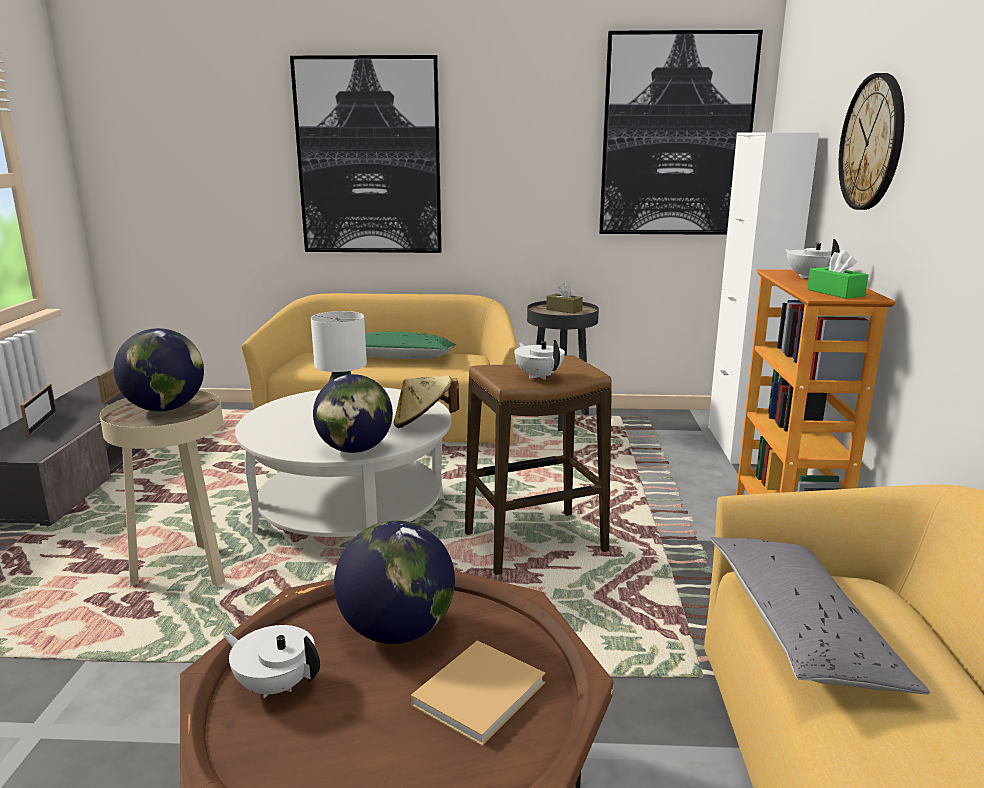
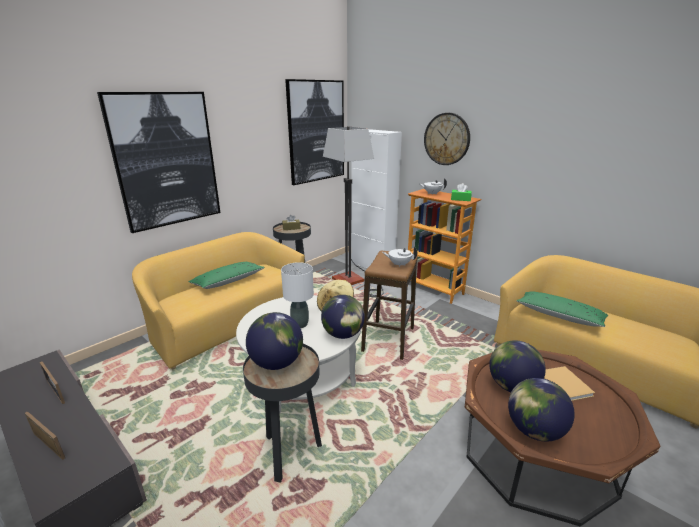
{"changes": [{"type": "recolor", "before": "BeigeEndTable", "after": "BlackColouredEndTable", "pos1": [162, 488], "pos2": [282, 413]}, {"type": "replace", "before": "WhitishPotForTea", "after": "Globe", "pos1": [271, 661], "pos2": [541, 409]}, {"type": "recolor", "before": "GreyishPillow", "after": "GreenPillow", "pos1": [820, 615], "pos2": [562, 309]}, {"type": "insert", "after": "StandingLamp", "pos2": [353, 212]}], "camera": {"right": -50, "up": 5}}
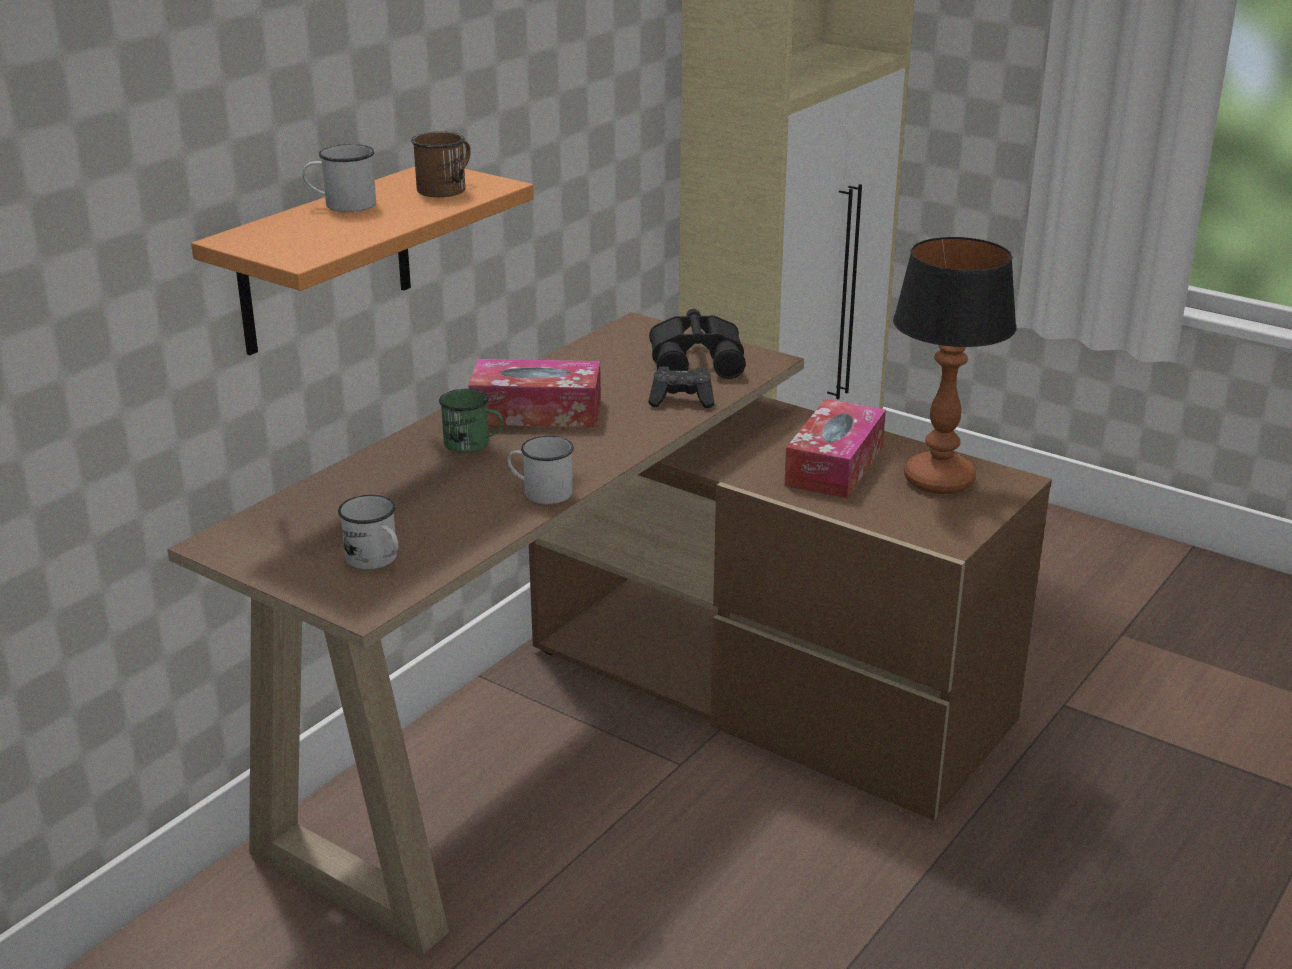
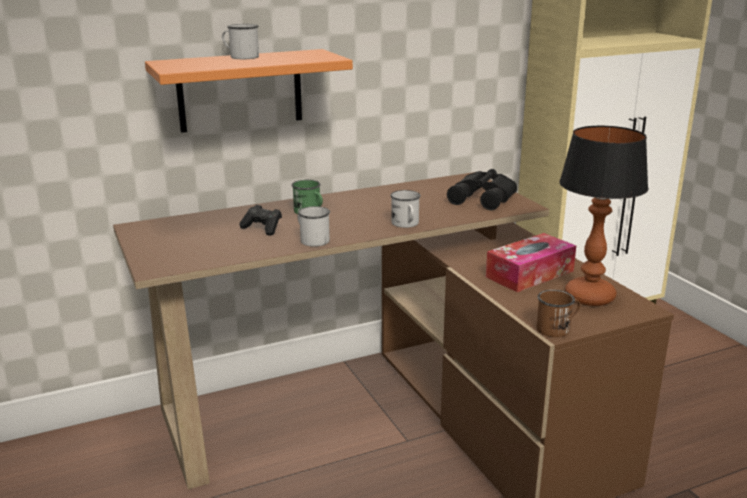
{"changes": [{"type": "move", "before": "WhitishCoffeeMug", "pos1": [368, 532], "pos2": [405, 209]}, {"type": "move", "before": "BrownCoffeeMug", "pos1": [441, 164], "pos2": [558, 313]}, {"type": "delete", "before": "TissueHolder", "pos1": [534, 393]}, {"type": "move", "before": "BlackColouredGamepad", "pos1": [681, 387], "pos2": [261, 220]}], "camera": {"right": 30, "up": -5}}
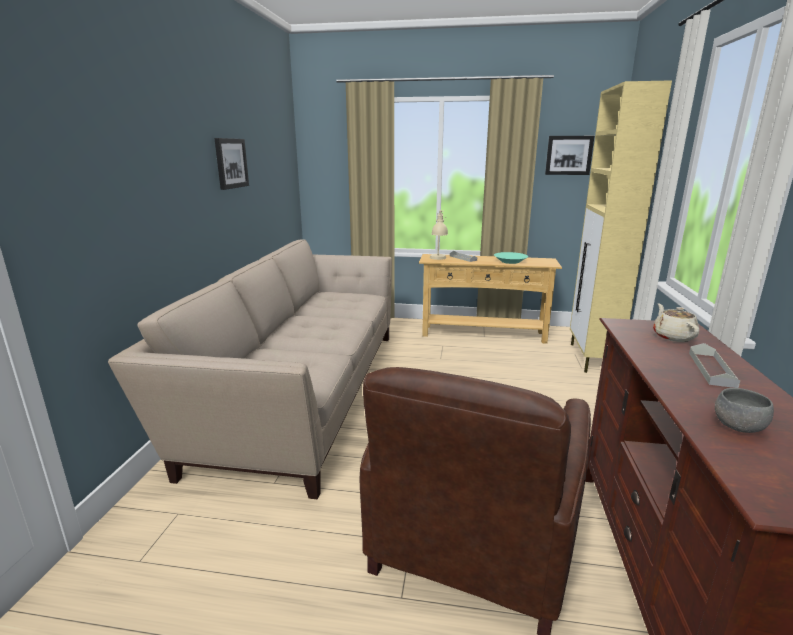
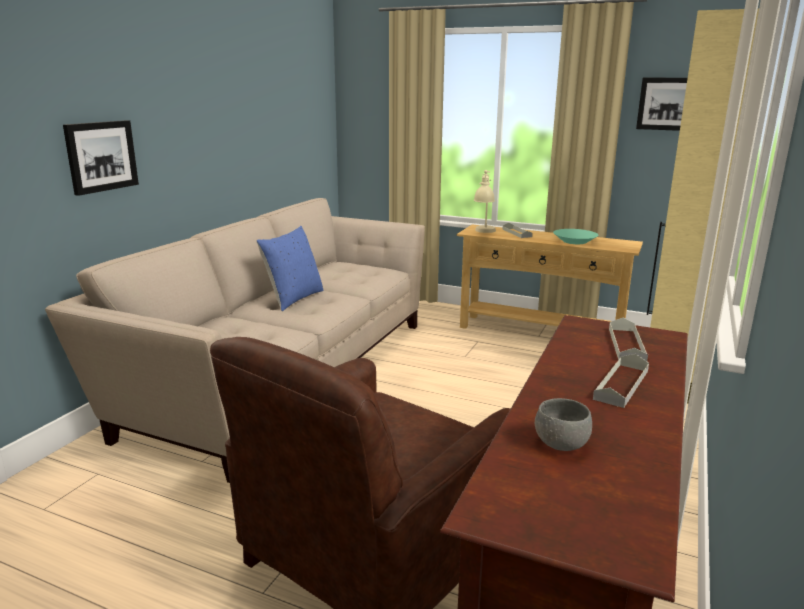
{"changes": [{"type": "move", "before": "WallArt", "pos1": [231, 164], "pos2": [101, 158]}, {"type": "replace", "before": "BeigePotForTea", "after": "GreyishTray", "pos1": [676, 322], "pos2": [628, 339]}, {"type": "insert", "after": "BluishPillow", "pos2": [290, 268]}], "camera": {"right": 15, "up": 0}}
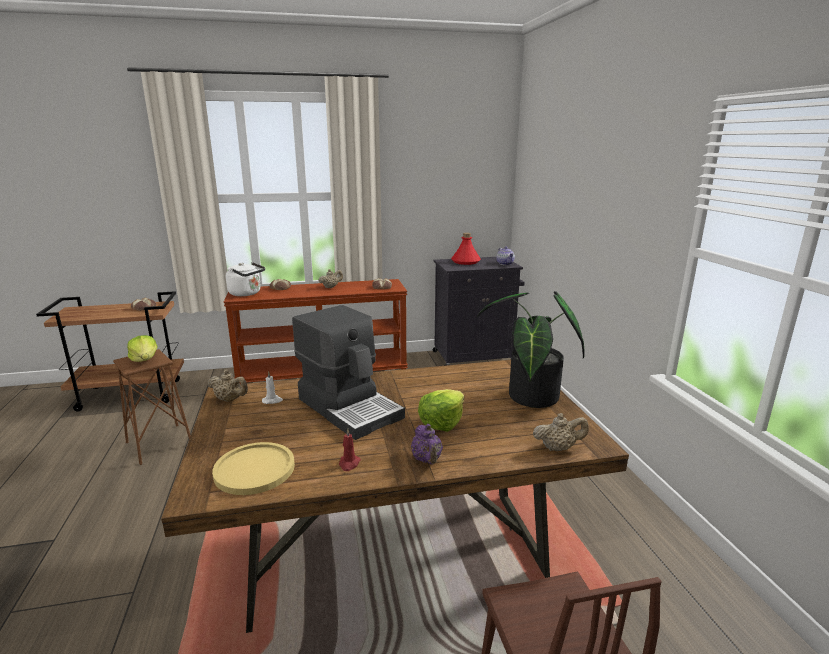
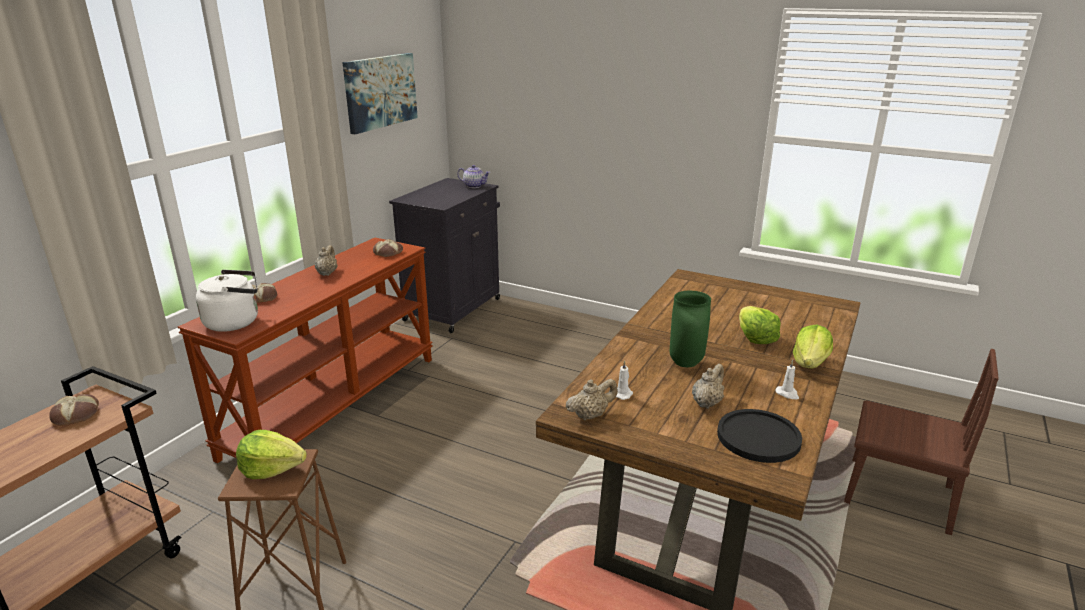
{"changes": [{"type": "recolor", "before": "YellowColouredDinnerPlate", "after": "BlackColouredDinnerPlate", "pos1": [253, 468], "pos2": [759, 436]}, {"type": "replace", "before": "CoffeeBrewer", "after": "GreenDecorativeVase", "pos1": [348, 372], "pos2": [690, 329]}, {"type": "recolor", "before": "ReddishCandle", "after": "WhitishCandle", "pos1": [350, 449], "pos2": [787, 379]}, {"type": "replace", "before": "PurpleColouredPotForTea", "after": "LettuceHead", "pos1": [427, 444], "pos2": [813, 346]}, {"type": "delete", "before": "ReddishBeverageBottle", "pos1": [466, 248]}, {"type": "delete", "before": "PottedPlant", "pos1": [530, 349]}, {"type": "move", "before": "BeigePotForTea", "pos1": [561, 432], "pos2": [708, 386]}, {"type": "insert", "after": "WallArt", "pos2": [380, 93]}], "camera": {"right": -50, "up": 5}}
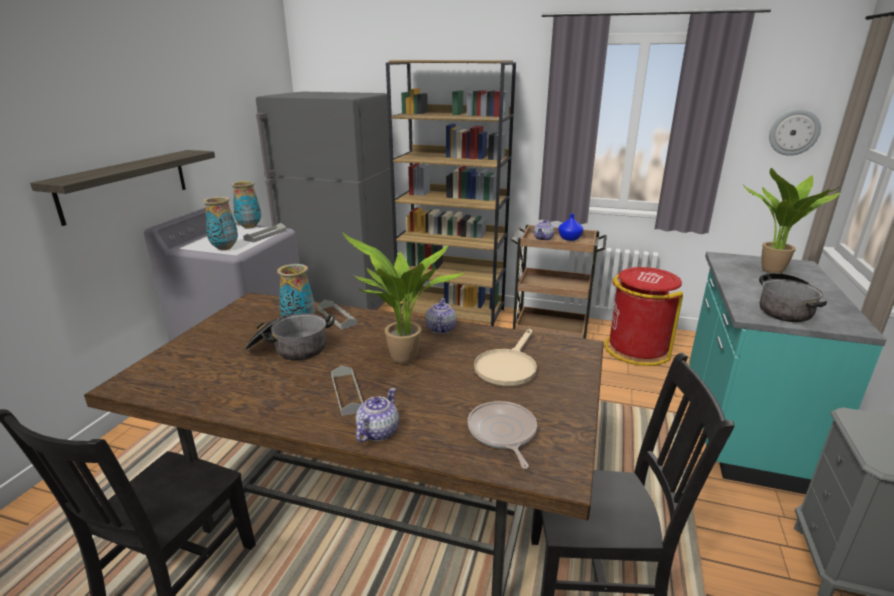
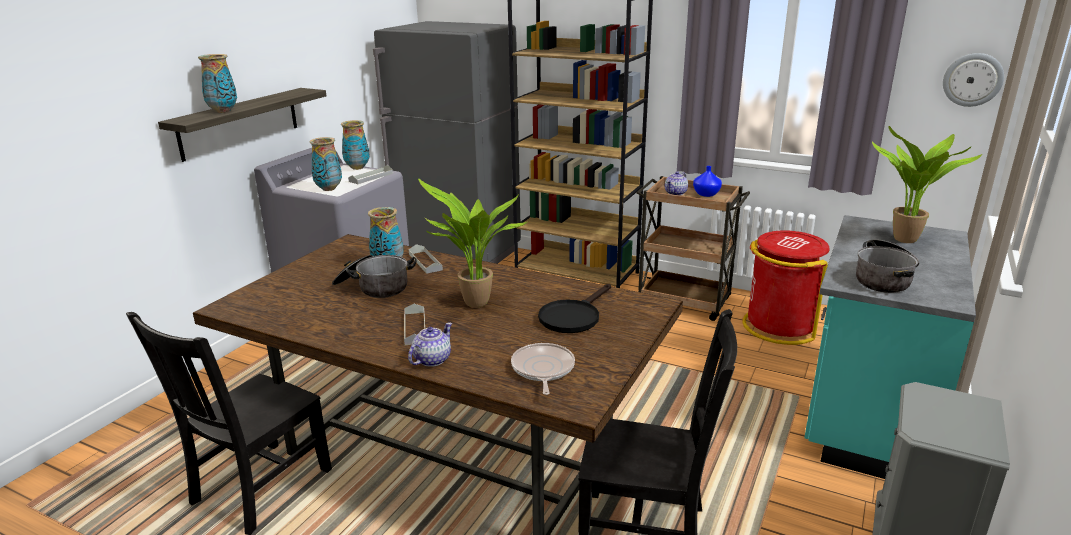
{"changes": [{"type": "delete", "before": "PotForTea", "pos1": [441, 316]}, {"type": "recolor", "before": "BeigeSkillet", "after": "BlackColouredSkillet", "pos1": [505, 357], "pos2": [574, 308]}, {"type": "insert", "after": "DecorativeVase", "pos2": [217, 83]}], "camera": {"right": 10, "up": 0}}
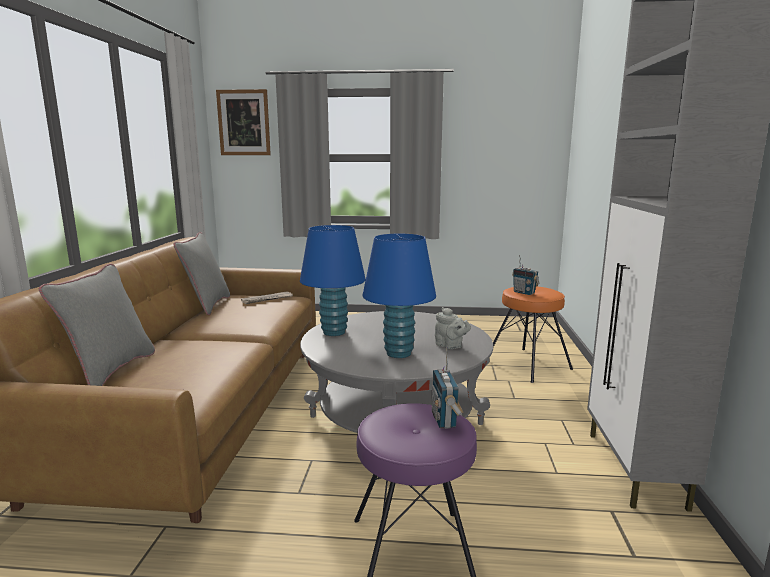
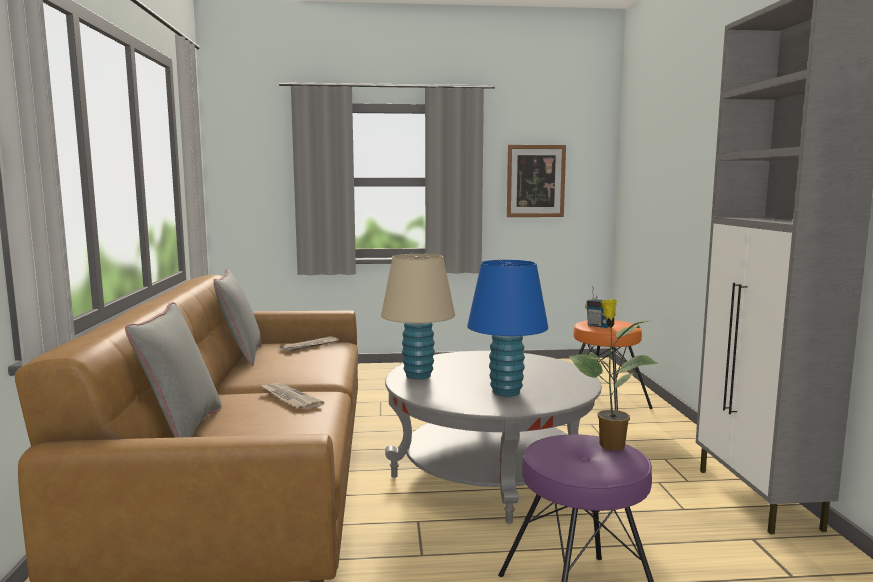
{"changes": [{"type": "move", "before": "WallArt", "pos1": [243, 122], "pos2": [536, 181]}, {"type": "recolor", "before": "BluishTableLamp", "after": "BeigeTableLamp", "pos1": [333, 280], "pos2": [418, 316]}, {"type": "replace", "before": "RadioReceiver", "after": "PottedPlant", "pos1": [448, 388], "pos2": [613, 375]}, {"type": "delete", "before": "GreyishPotForTea", "pos1": [453, 328]}, {"type": "insert", "after": "DailyPaper", "pos2": [292, 396]}], "camera": {"right": -10, "up": -5}}
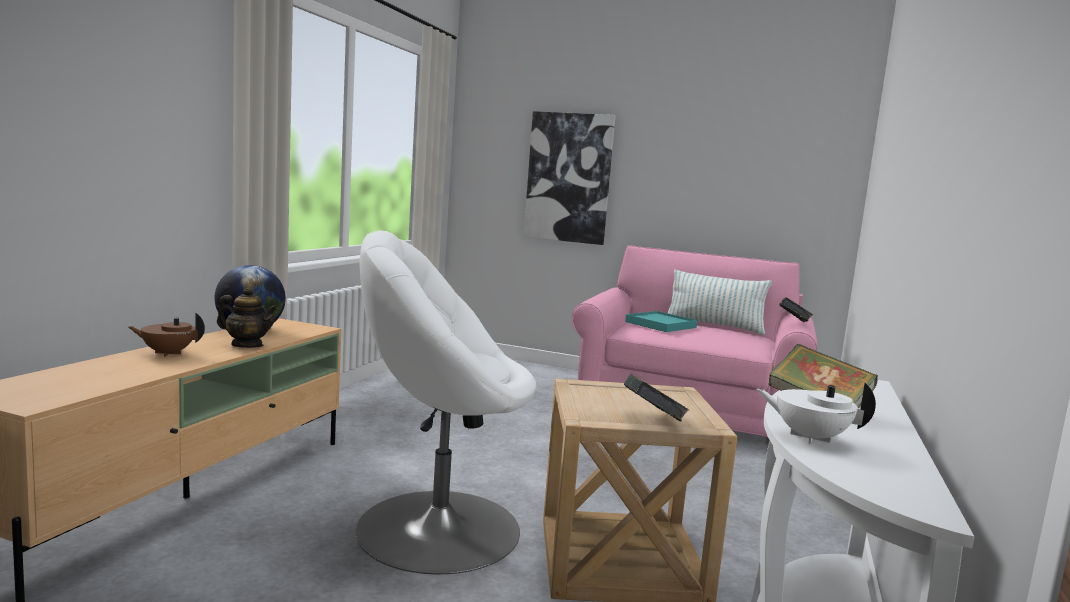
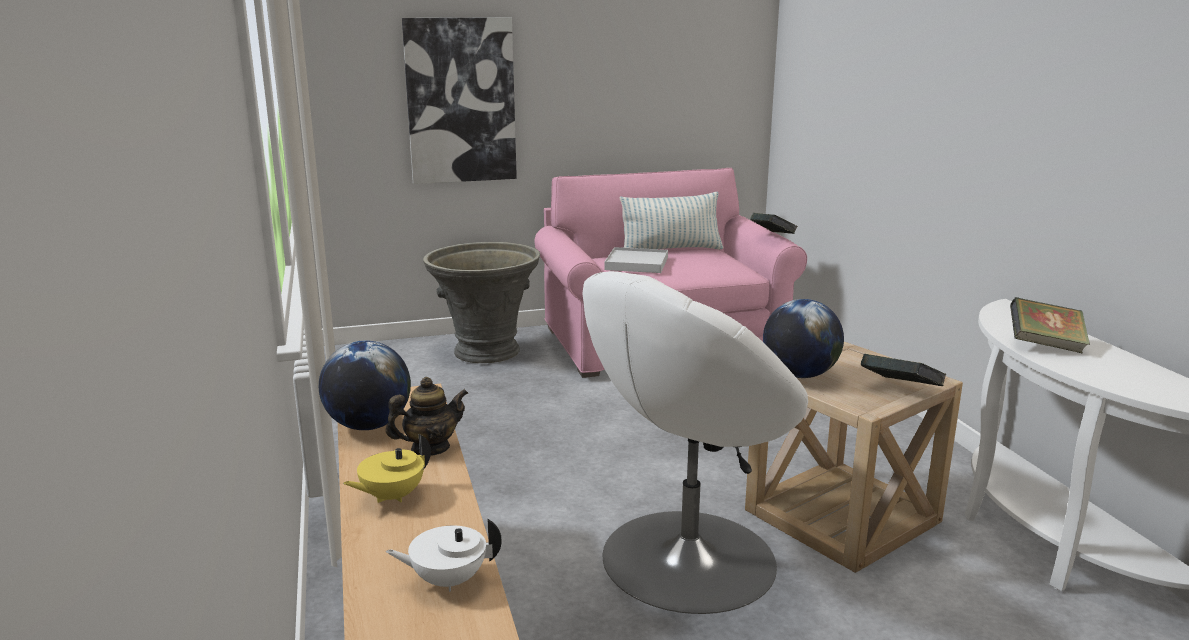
{"changes": [{"type": "recolor", "before": "BrownPotForTea", "after": "YellowColouredPotForTea", "pos1": [167, 335], "pos2": [387, 468]}, {"type": "recolor", "before": "TurquoiseTray", "after": "WhitishTray", "pos1": [661, 321], "pos2": [636, 260]}, {"type": "move", "before": "WhitishPotForTea", "pos1": [816, 413], "pos2": [444, 555]}, {"type": "insert", "after": "GreyishPlanter", "pos2": [481, 302]}, {"type": "insert", "after": "Globe", "pos2": [803, 338]}], "camera": {"right": -35, "up": 10}}
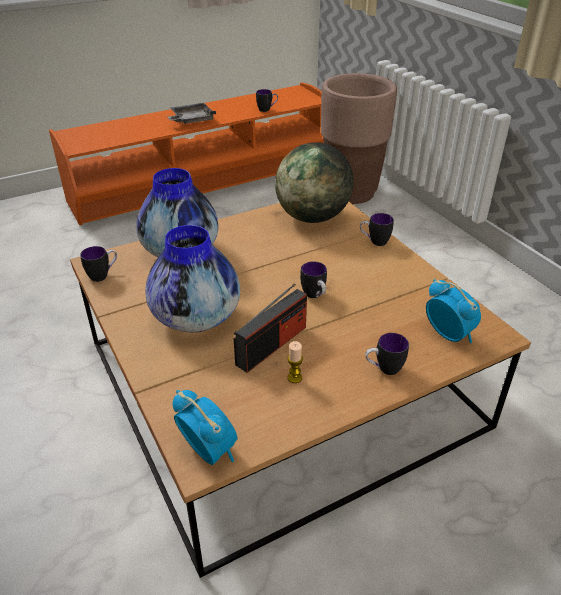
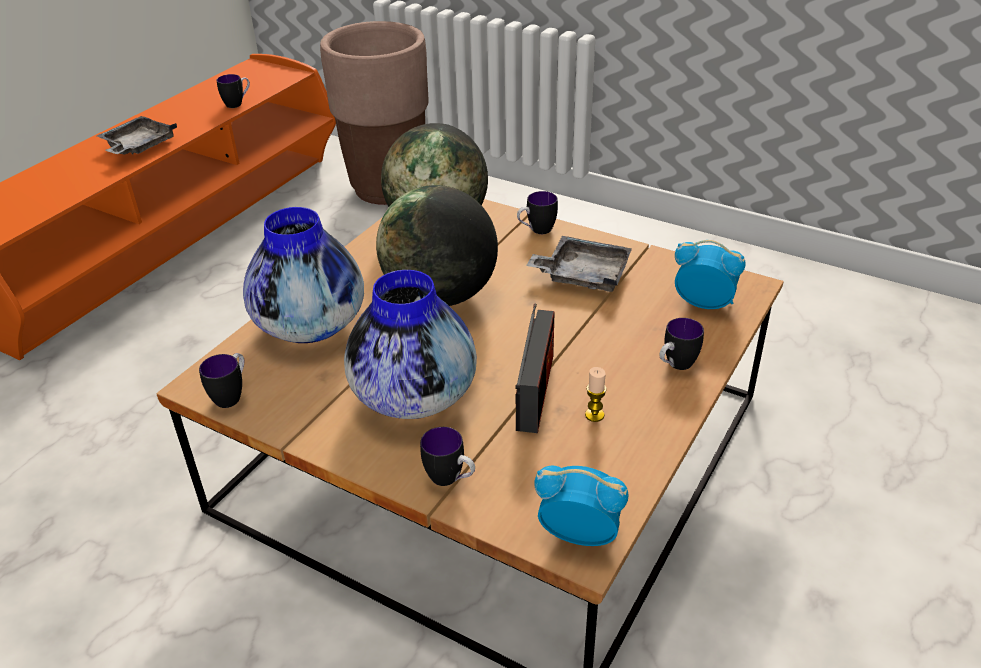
{"changes": [{"type": "move", "before": "CoffeeMug", "pos1": [313, 279], "pos2": [447, 456]}, {"type": "insert", "after": "Globe", "pos2": [437, 245]}, {"type": "insert", "after": "GreyishTray", "pos2": [579, 264]}], "camera": {"right": -30, "up": 0}}
